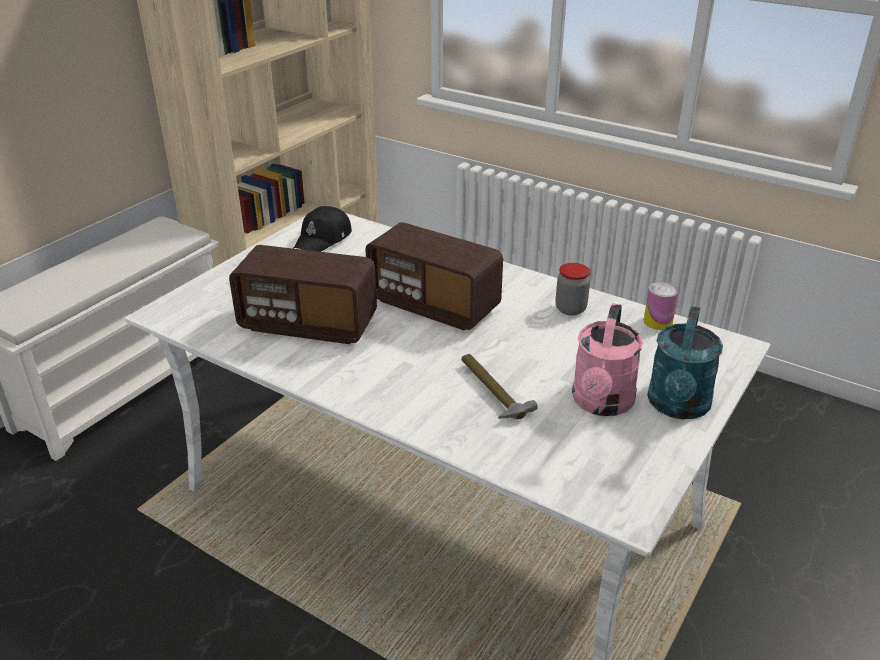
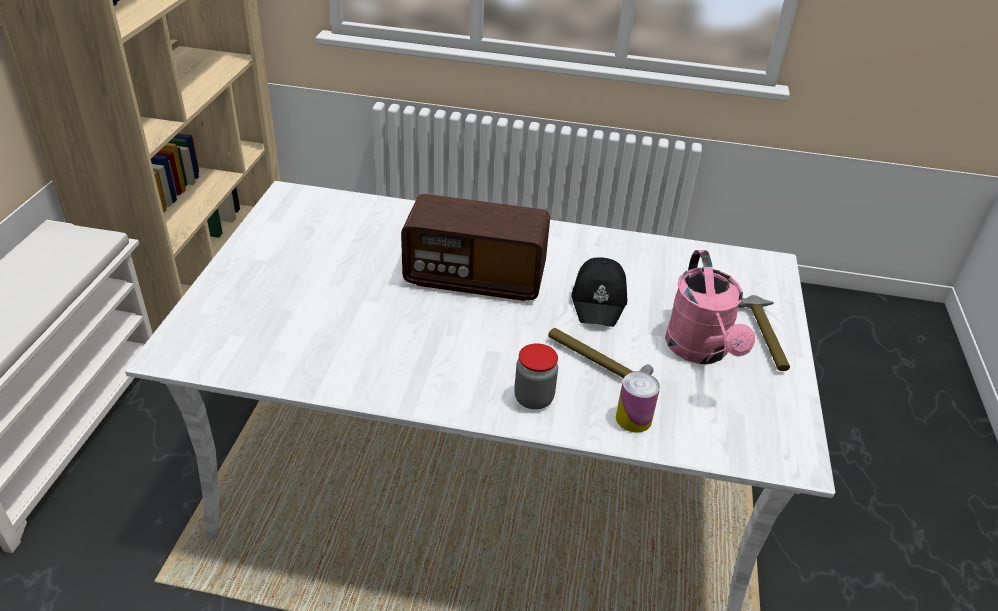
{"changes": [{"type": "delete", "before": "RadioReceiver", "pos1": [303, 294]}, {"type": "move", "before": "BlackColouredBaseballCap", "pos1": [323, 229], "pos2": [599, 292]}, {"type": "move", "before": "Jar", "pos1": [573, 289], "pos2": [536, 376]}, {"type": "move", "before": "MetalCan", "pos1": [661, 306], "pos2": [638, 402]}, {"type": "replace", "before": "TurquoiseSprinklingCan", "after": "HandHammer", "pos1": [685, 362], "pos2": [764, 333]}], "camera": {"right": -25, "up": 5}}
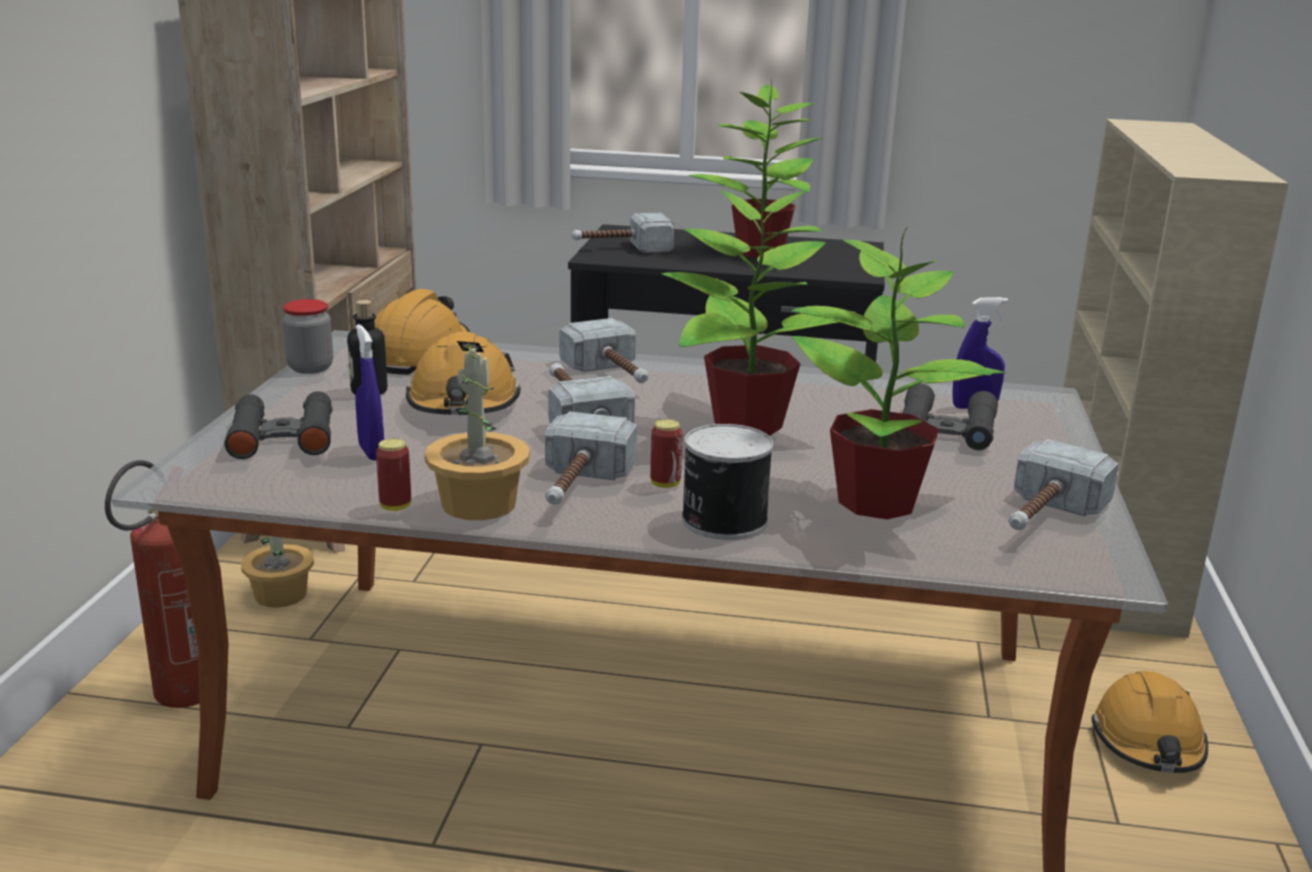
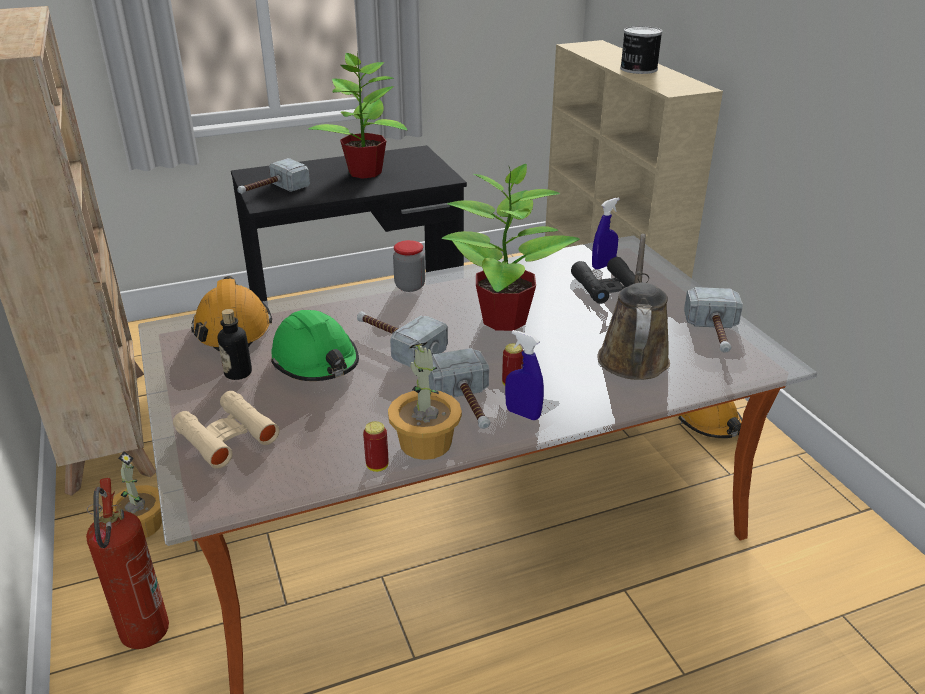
{"changes": [{"type": "recolor", "before": "BlackColouredFieldGlasses", "after": "BeigeFieldGlasses", "pos1": [279, 425], "pos2": [226, 430]}, {"type": "move", "before": "Jar", "pos1": [308, 336], "pos2": [409, 266]}, {"type": "move", "before": "BluishSprayBottle", "pos1": [370, 392], "pos2": [524, 375]}, {"type": "recolor", "before": "OrangeSafetyHelmet", "after": "GreenSafetyHelmet", "pos1": [463, 373], "pos2": [315, 345]}, {"type": "delete", "before": "HandHammer", "pos1": [604, 350]}, {"type": "move", "before": "MetalCan", "pos1": [727, 482], "pos2": [641, 50]}, {"type": "replace", "before": "PottedPlant", "after": "BrownSprinklingCan", "pos1": [898, 373], "pos2": [634, 307]}], "camera": {"right": -30, "up": 10}}
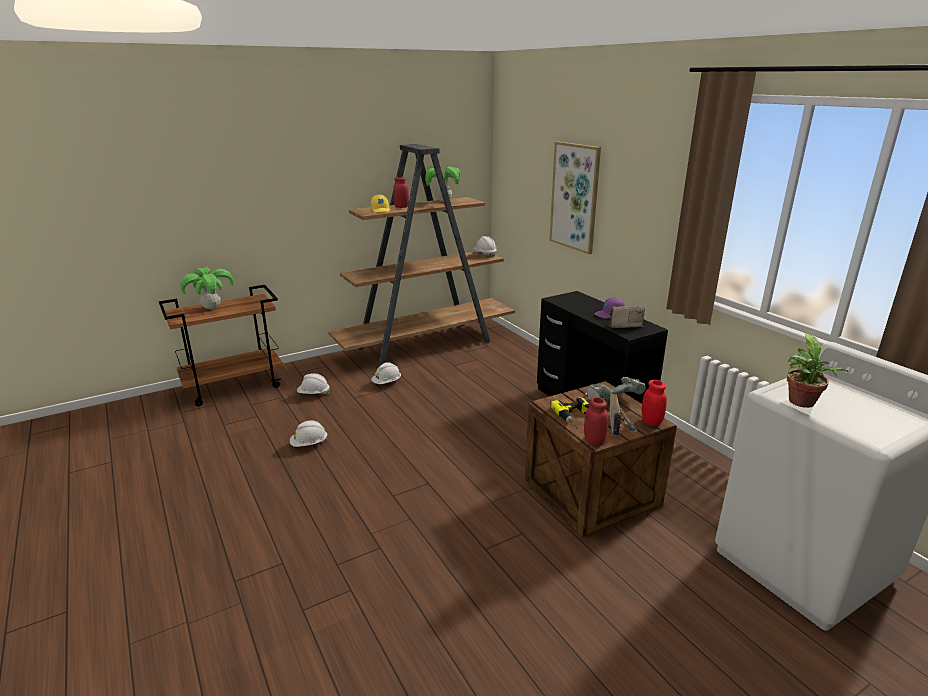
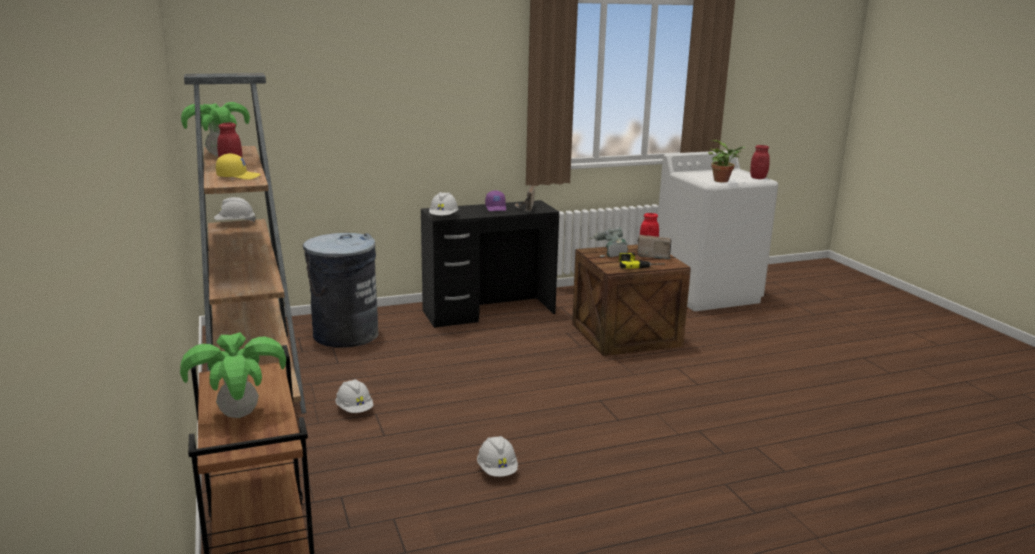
{"changes": [{"type": "move", "before": "WhitishSafetyHelmet", "pos1": [313, 383], "pos2": [443, 203]}, {"type": "delete", "before": "WallArt", "pos1": [575, 197]}, {"type": "move", "before": "ReddishJar", "pos1": [596, 421], "pos2": [760, 162]}, {"type": "insert", "after": "GreyishWasteBin", "pos2": [341, 290]}], "camera": {"right": -80, "up": -5}}
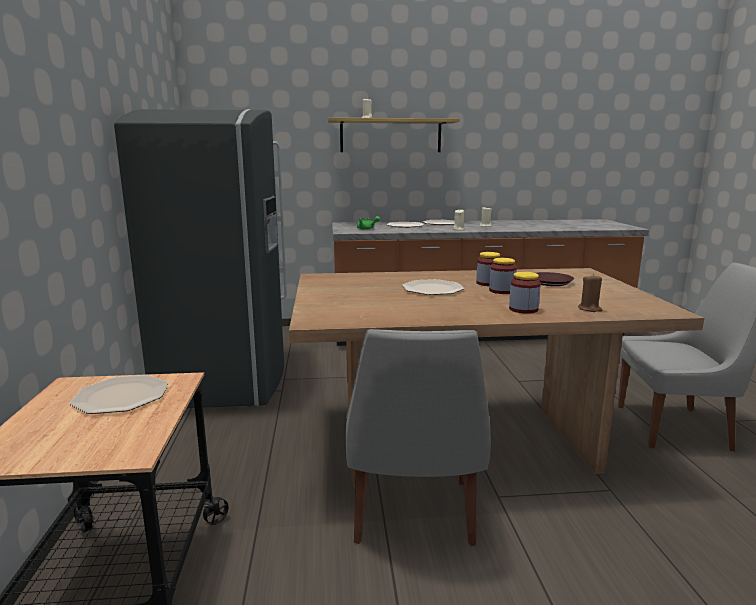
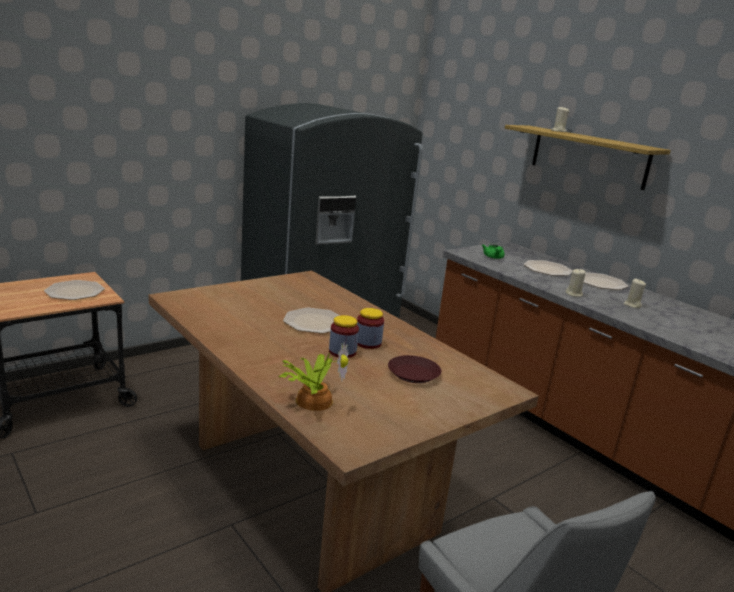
{"changes": [{"type": "delete", "before": "GreyishUprightChair", "pos1": [418, 437]}, {"type": "delete", "before": "Jar", "pos1": [525, 293]}, {"type": "replace", "before": "BrownCandle", "after": "PottedPlant", "pos1": [590, 293], "pos2": [314, 376]}], "camera": {"right": 55, "up": 5}}
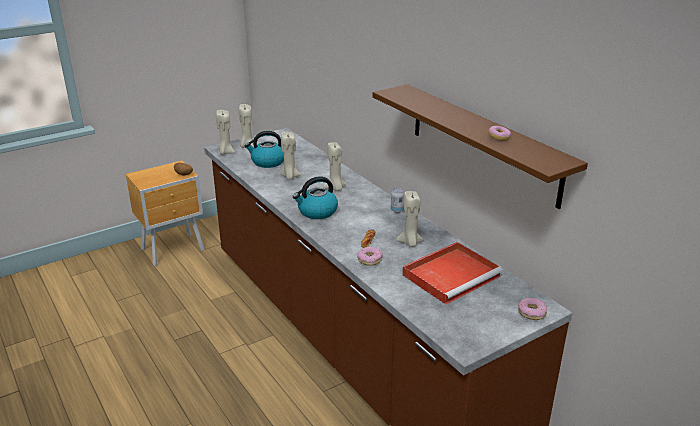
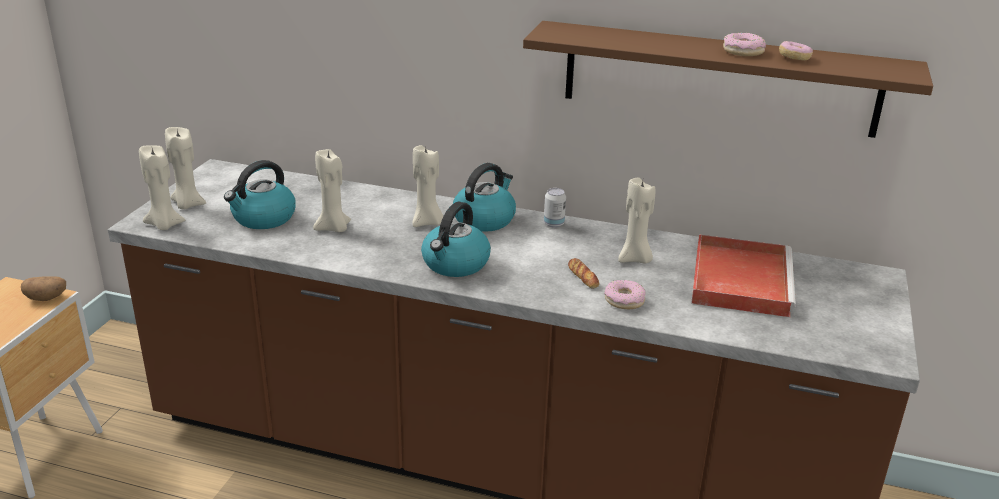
{"changes": [{"type": "move", "before": "Doughnut", "pos1": [532, 309], "pos2": [744, 44]}, {"type": "insert", "after": "TeaKettle", "pos2": [484, 197]}], "camera": {"right": -40, "up": 0}}
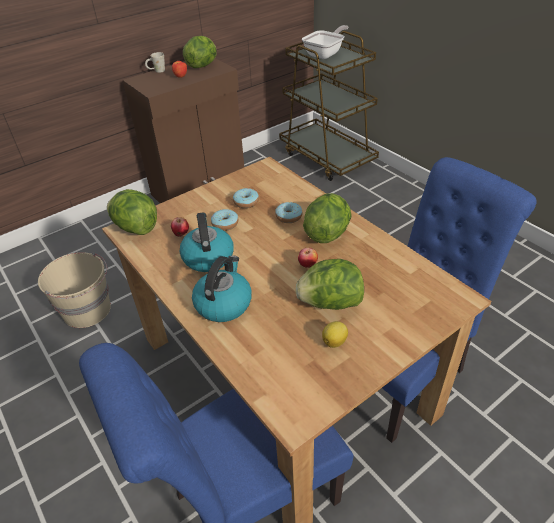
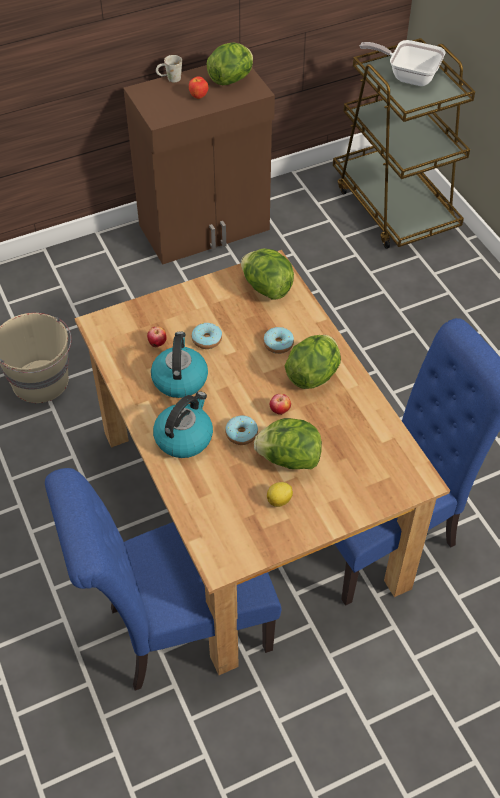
{"changes": [{"type": "move", "before": "LettuceHead", "pos1": [132, 212], "pos2": [267, 274]}, {"type": "move", "before": "Doughnut", "pos1": [246, 198], "pos2": [241, 430]}, {"type": "rotate", "before": "Skillet", "pos1": [325, 42], "pos2": [403, 63], "turn": -120}], "camera": {"right": 10, "up": 10}}
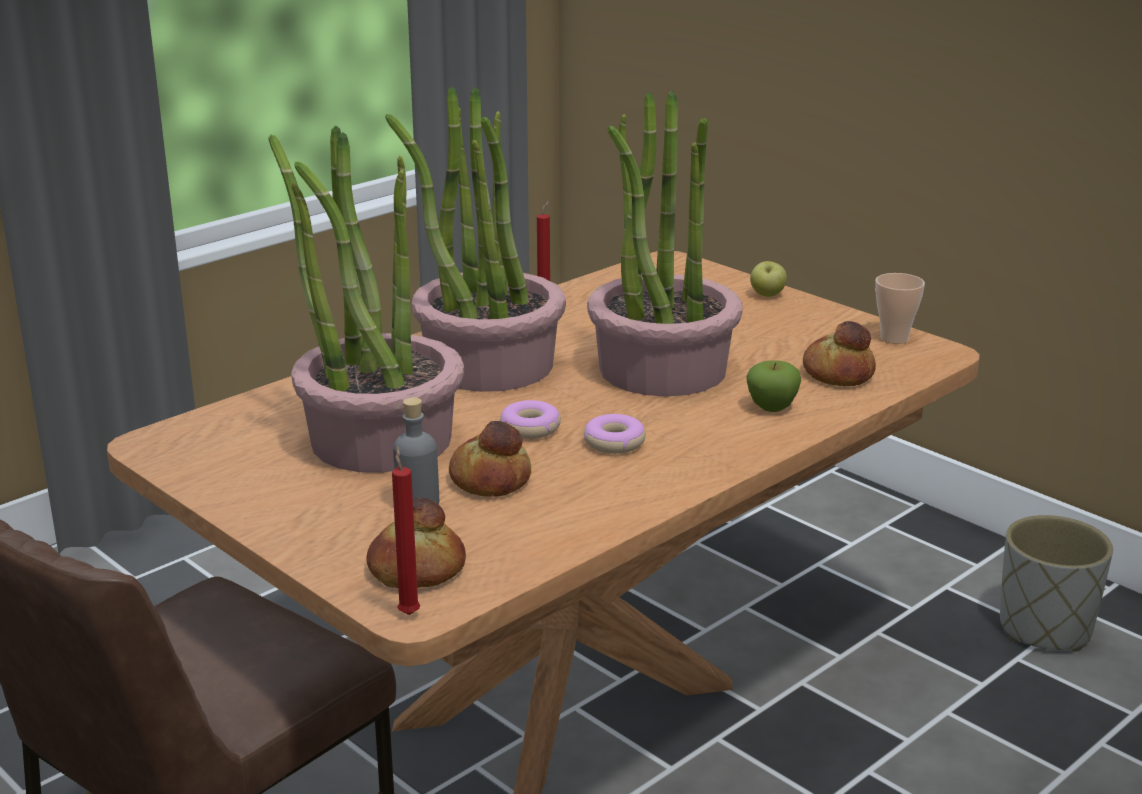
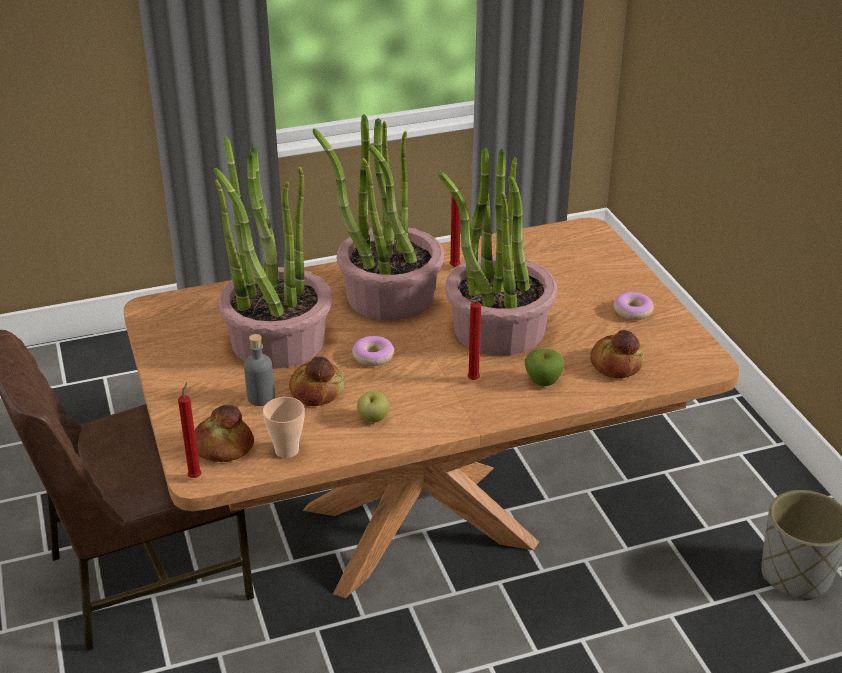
{"changes": [{"type": "move", "before": "Doughnut", "pos1": [615, 434], "pos2": [633, 306]}, {"type": "move", "before": "Apple", "pos1": [768, 279], "pos2": [373, 406]}, {"type": "move", "before": "Cup", "pos1": [900, 308], "pos2": [284, 427]}, {"type": "insert", "after": "ReddishCandle", "pos2": [474, 339]}], "camera": {"right": 25, "up": 10}}
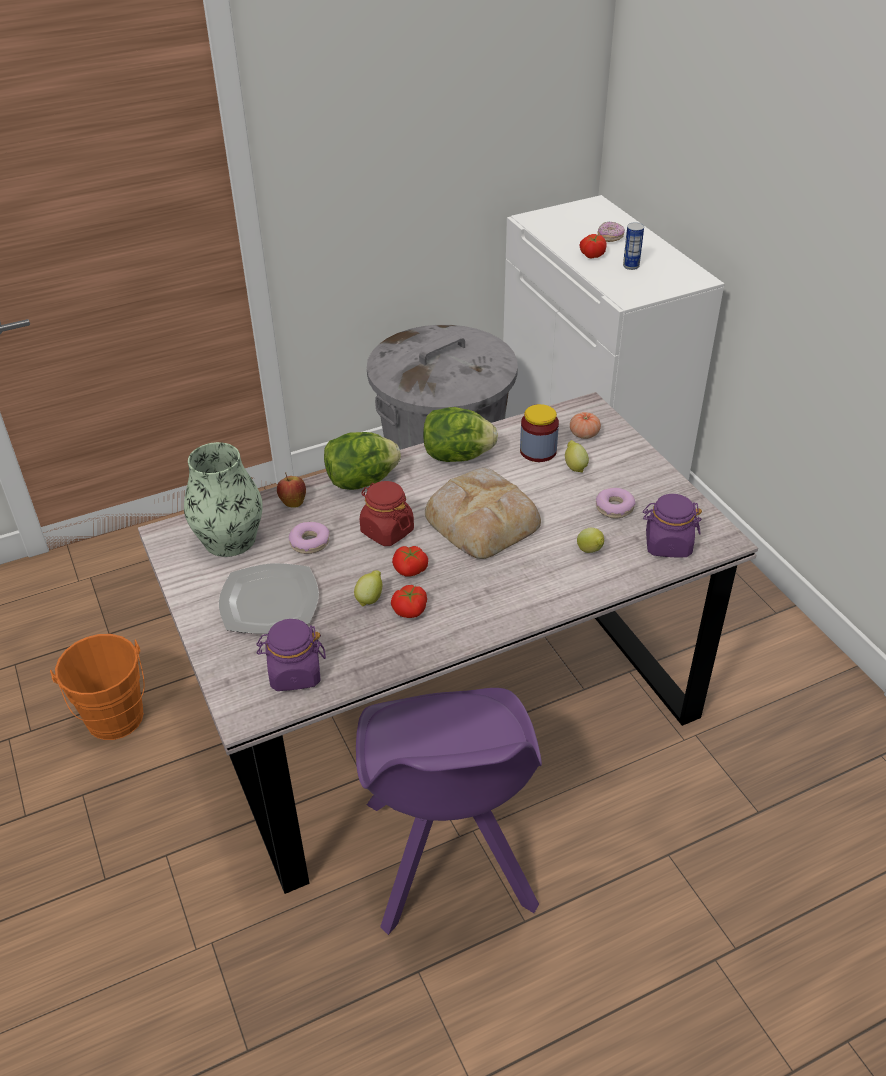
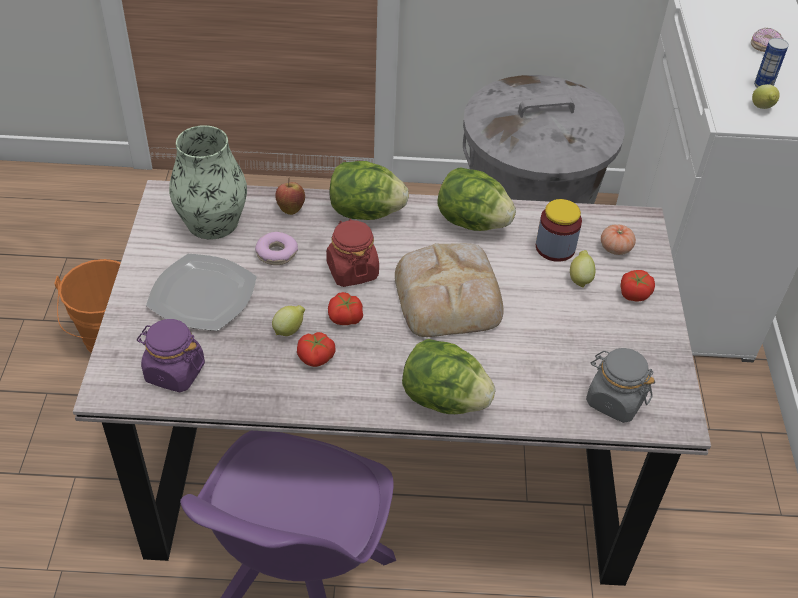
{"changes": [{"type": "move", "before": "WholeLemon", "pos1": [590, 540], "pos2": [766, 96]}, {"type": "move", "before": "WholeTomato", "pos1": [593, 246], "pos2": [637, 286]}, {"type": "delete", "before": "Doughnut", "pos1": [615, 503]}, {"type": "recolor", "before": "PurpleColouredJar", "after": "GreyishJar", "pos1": [672, 526], "pos2": [620, 385]}, {"type": "insert", "after": "LettuceHead", "pos2": [449, 376]}], "camera": {"right": 25, "up": 5}}
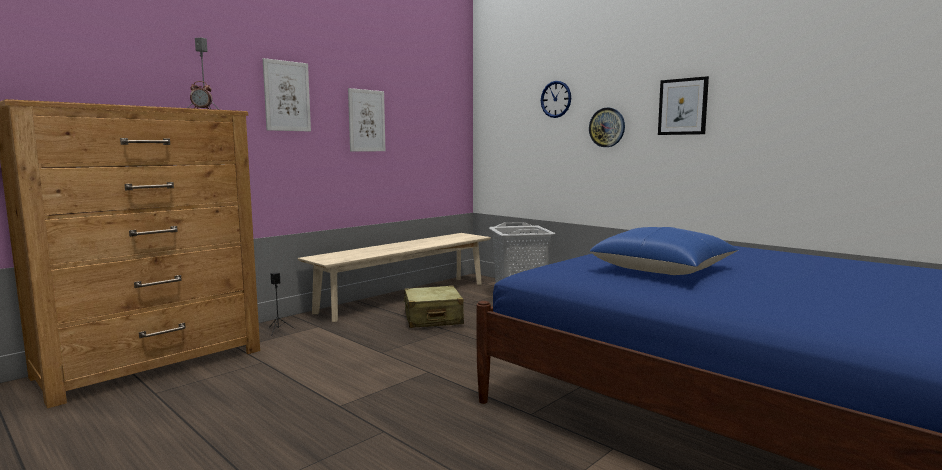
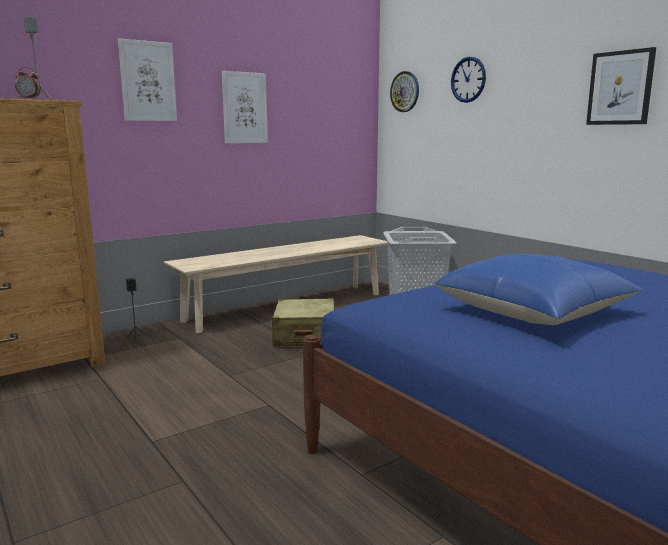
{"changes": [{"type": "move", "before": "WallClock", "pos1": [607, 127], "pos2": [404, 91]}], "camera": {"right": 10, "up": 5}}
